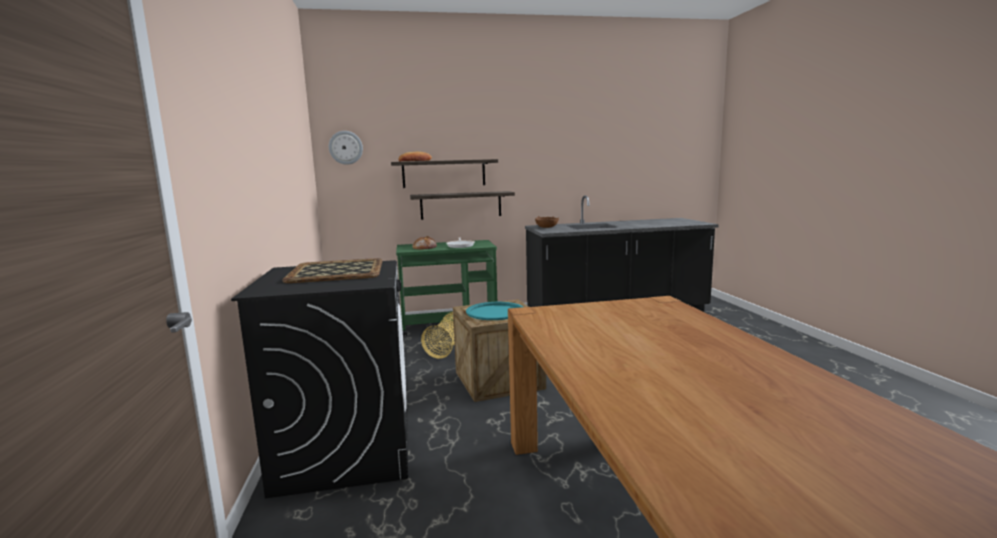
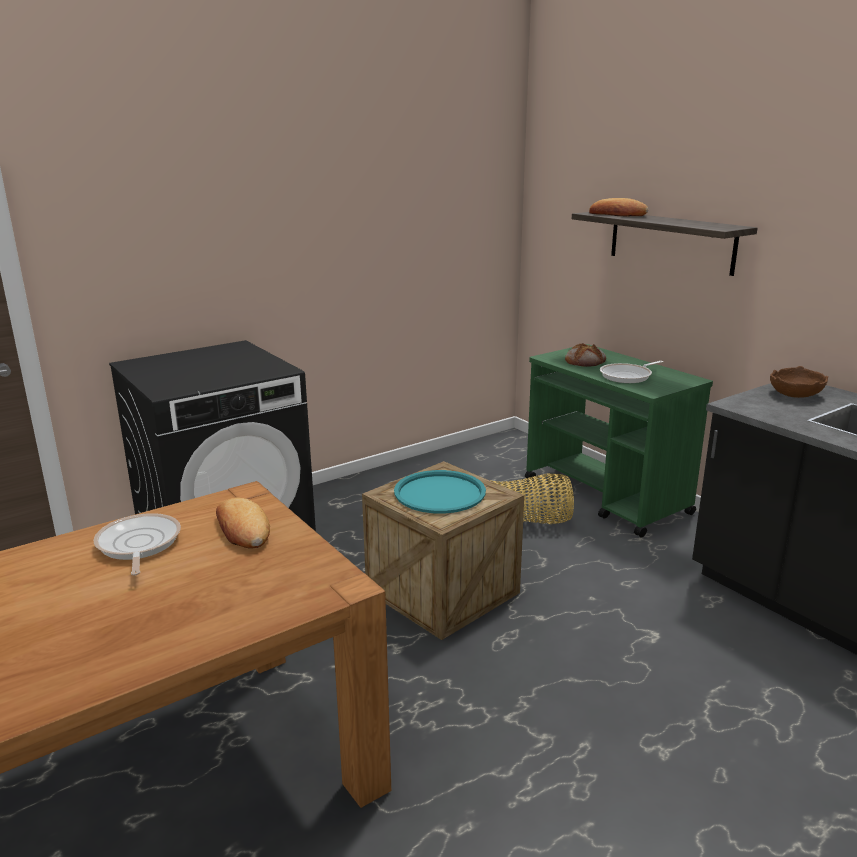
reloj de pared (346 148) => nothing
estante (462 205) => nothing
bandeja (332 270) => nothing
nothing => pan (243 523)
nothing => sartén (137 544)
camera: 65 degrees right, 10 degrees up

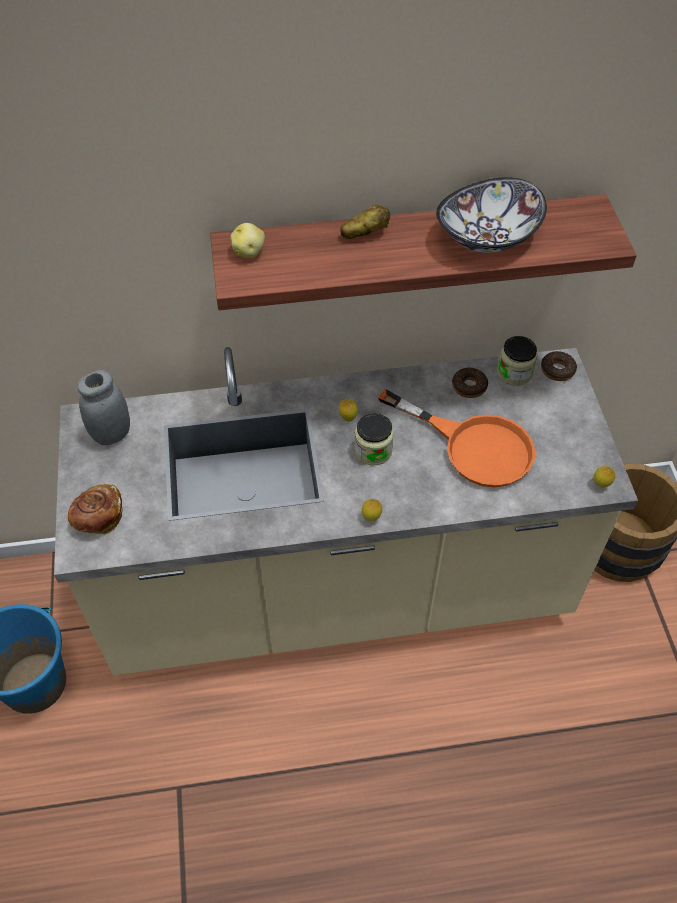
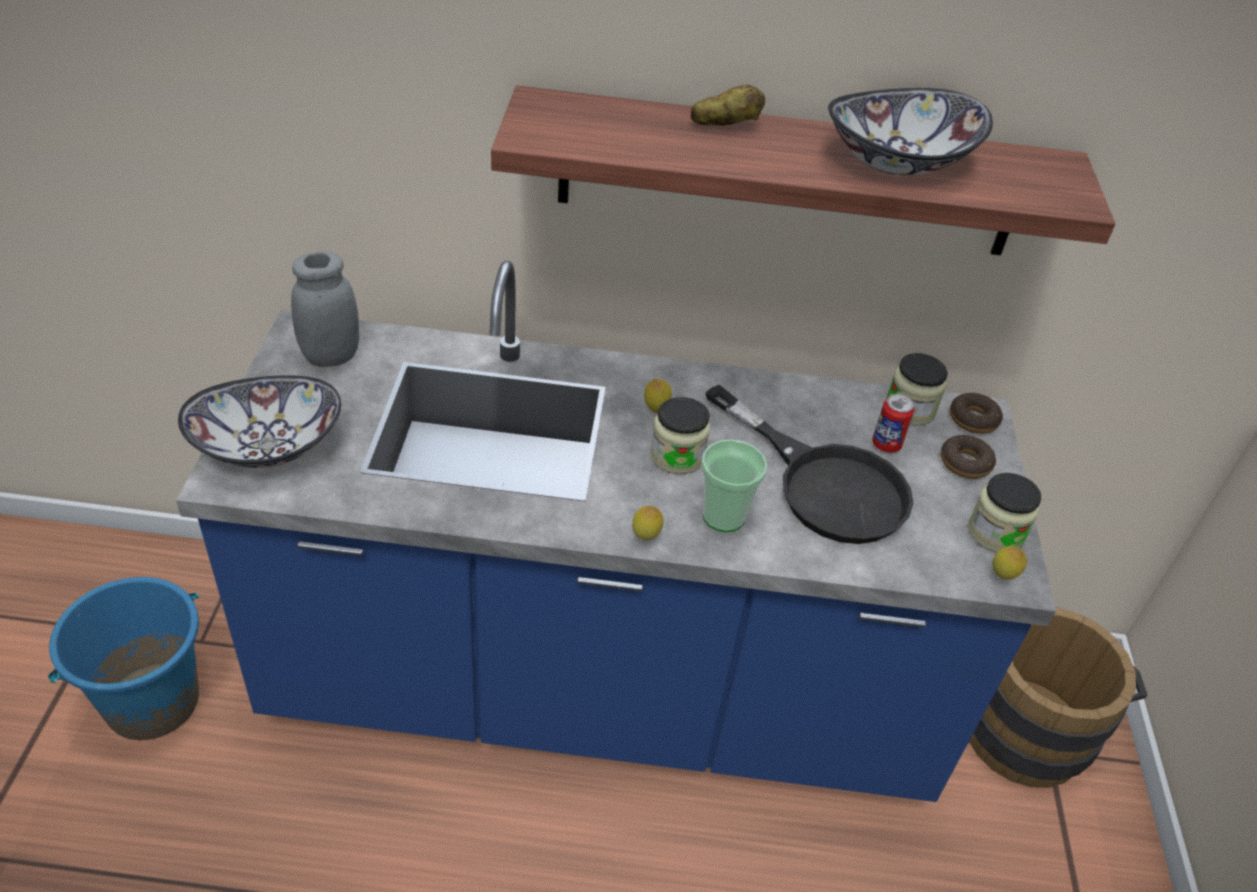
patata (247 240) => nothing
mueble bajo de cocina/beis (346 511) => mueble bajo de cocina/azul (616 531)
rosquilla (470 383) => rosquilla (968 457), moved
sartén/naranja (456 438) => sartén/negro (809 464)
pan (95 509) => cuenco (259 421)
nothing => lata (893 423)
nothing => taza (734 486)
nothing => tarro (1005 512)
camera: 10 degrees right, 10 degrees down

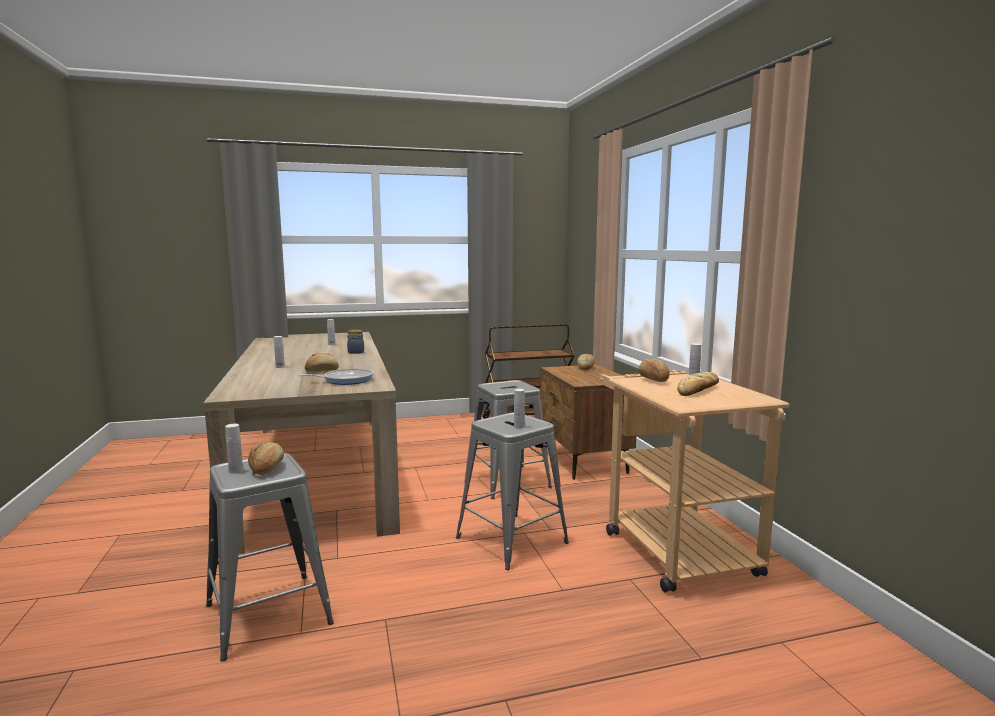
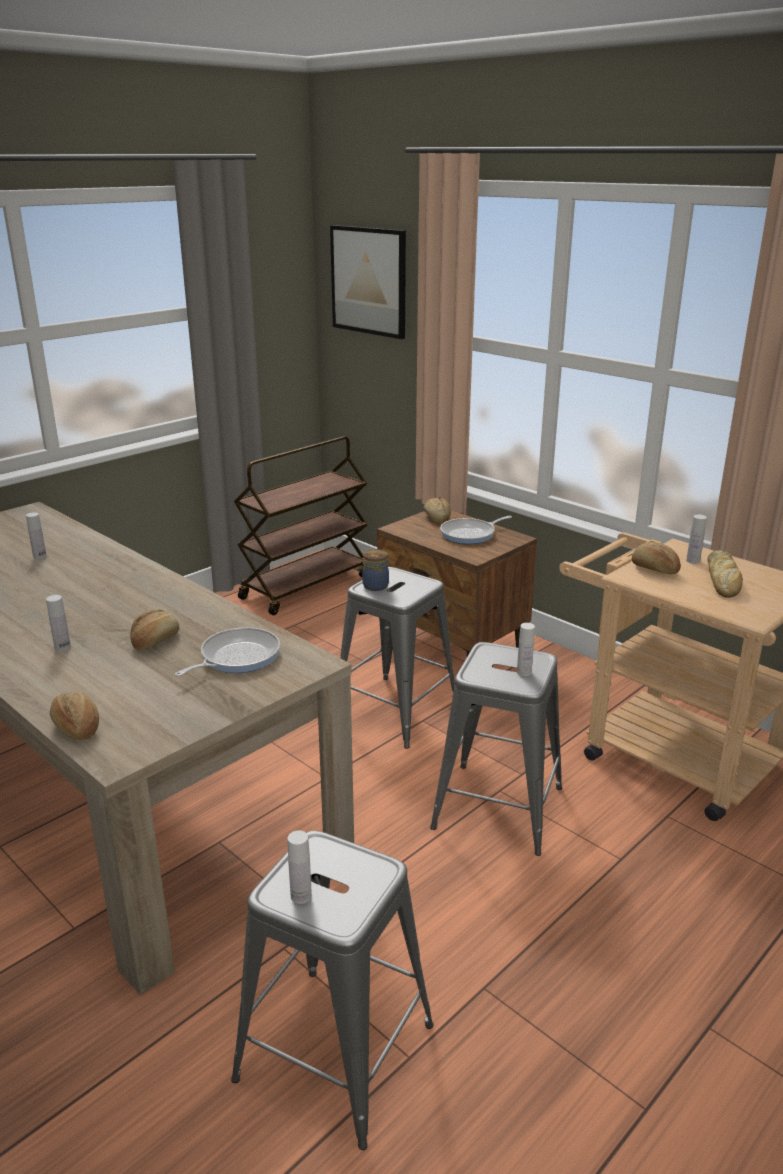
tarro (355 342) => tarro (375 570), moved
pan (266 458) => pan (74 716), moved
nothing => cuadro (368 282)
nothing => sartén (476 530)
camera: 30 degrees left, 15 degrees up

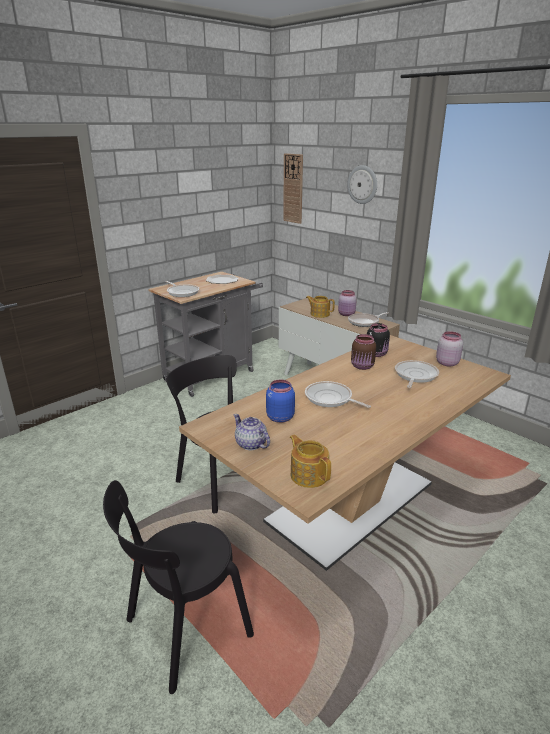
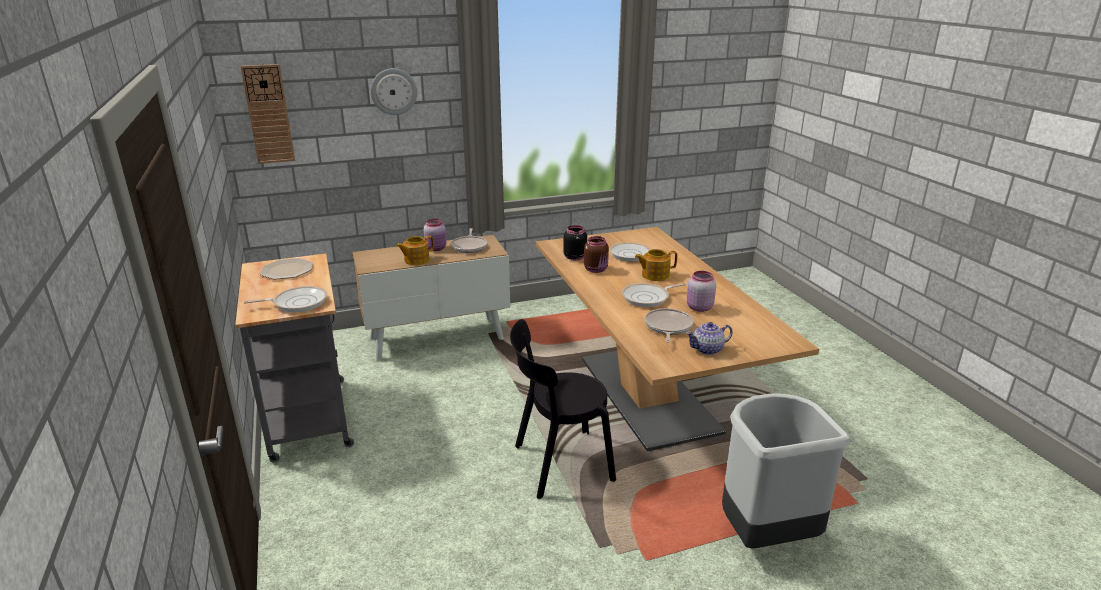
tarro/rosa (449 349) => tarro/rosa (701 291), moved
tarro/azul (280 401) => sartén (669 325)
tetera (310 461) => tetera (656 265), moved
silla/negro (178 587) => papelera/gris (785 470)
camera: 65 degrees left, 0 degrees up

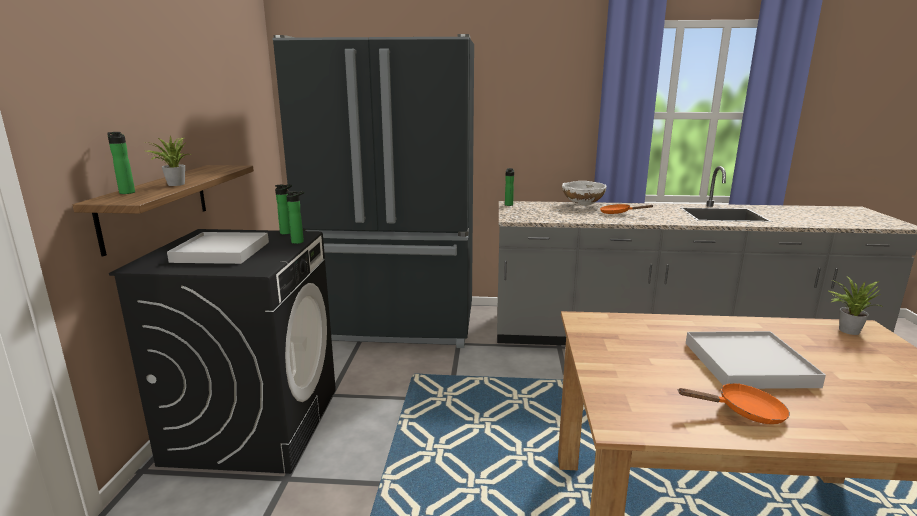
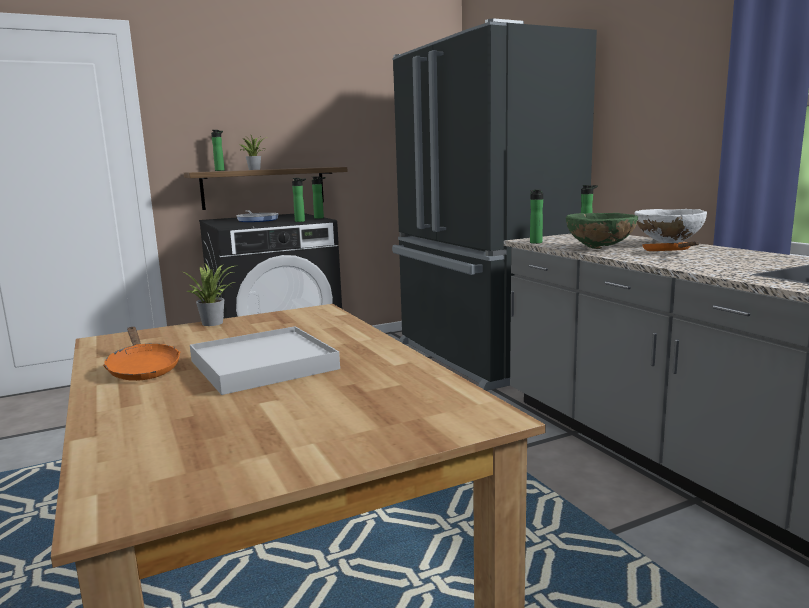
bandeja/blanco (218 248) => sartén (258 216)
planta en maceta (855 306) => planta en maceta (209 294), moved
nothing => botella (536 216)
nothing => cuenco/verde (602 231)
camera: 60 degrees right, 5 degrees down

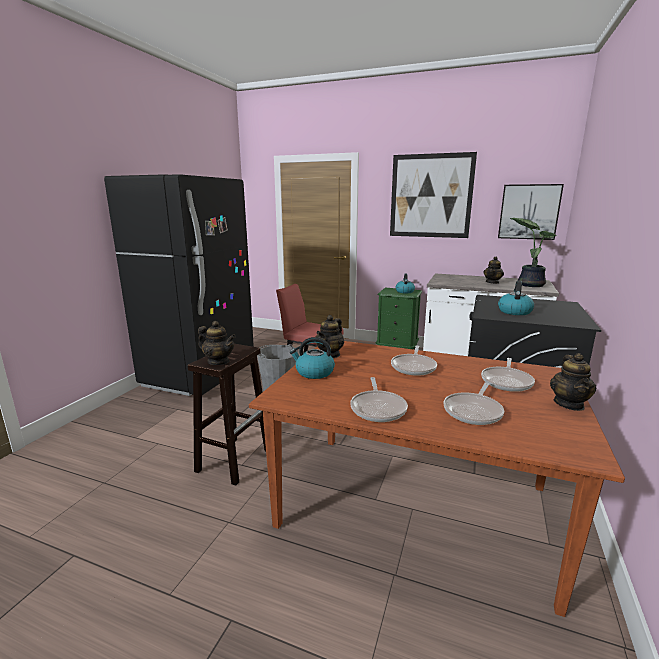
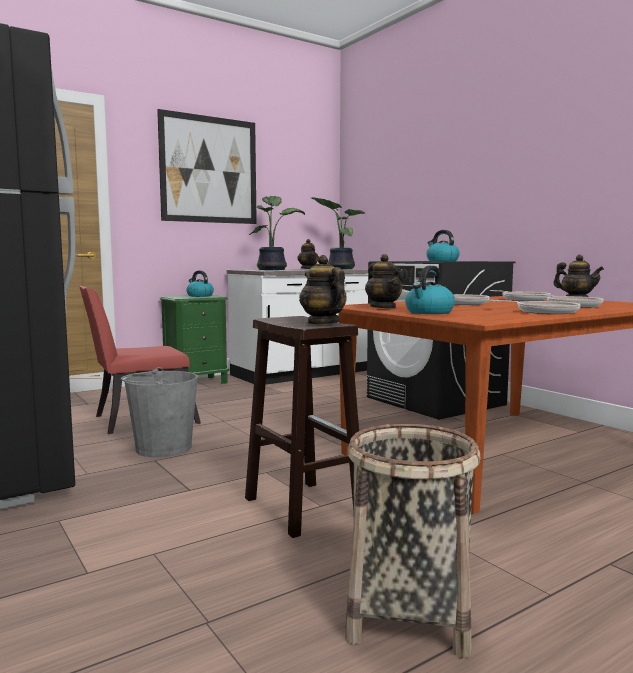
cuadro (531 212) => nothing
tetera (217 343) => tetera (323 290), 90 degrees counterclockwise
nothing => planta en maceta (277 233)
nothing => cesta (412 541)
camera: 55 degrees left, 10 degrees down

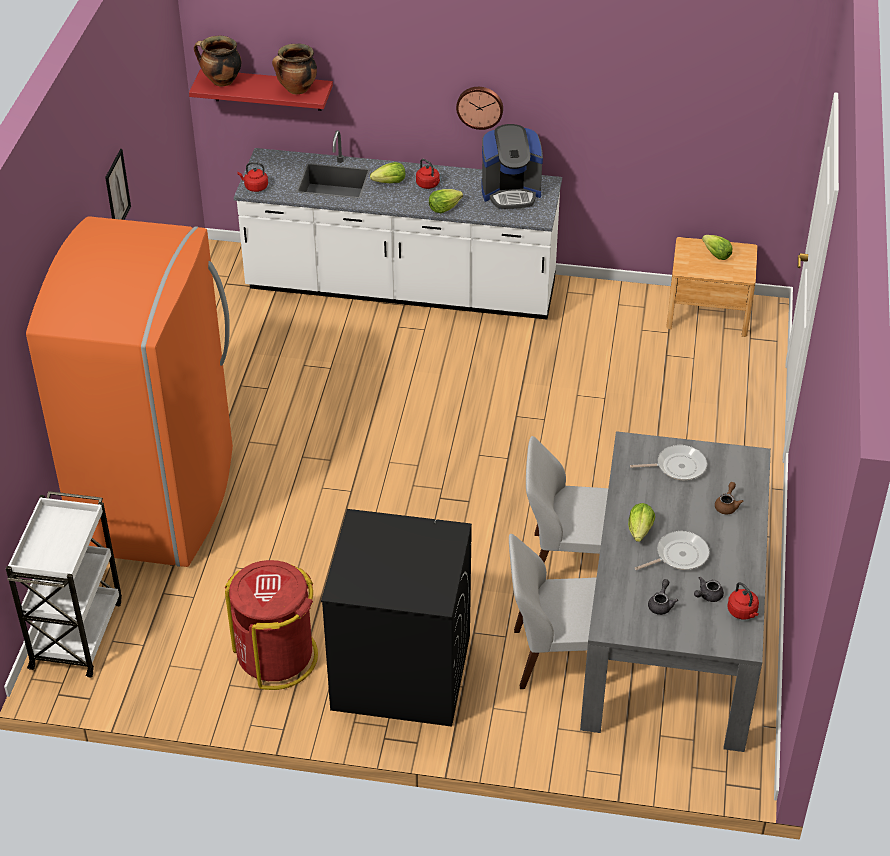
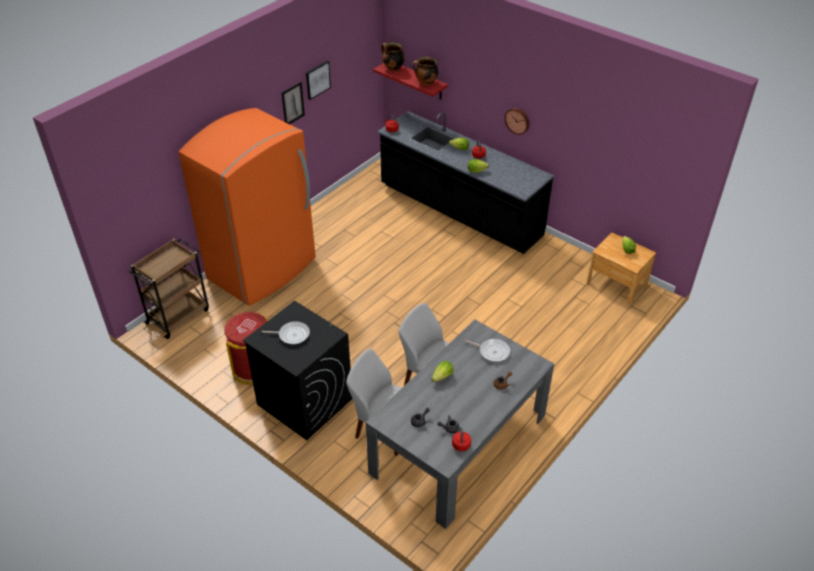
cafetera (512 166) => nothing
mueble bajo de cocina/blanco (398 224) => mueble bajo de cocina/negro (465 182)
carrito/blanco (64 584) => carrito/marrón (168 288)
sartén (672 550) => sartén (286 332), moved
nothing => cuadro (318 80)
camera: 30 degrees right, 0 degrees up

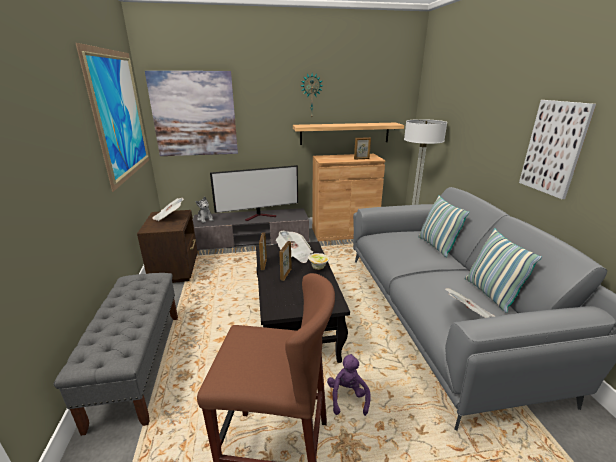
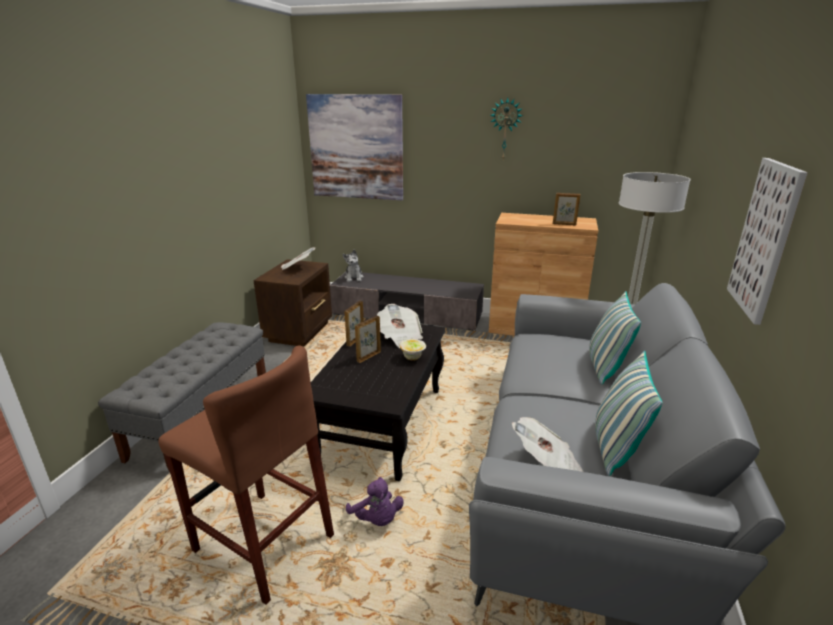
cuadro (112 117) => nothing
estante (348 134) => nothing
televisor (254 193) => nothing
peluche/morado (349 385) => peluche/morado (375 501), 120 degrees clockwise
camera: 25 degrees right, 0 degrees up

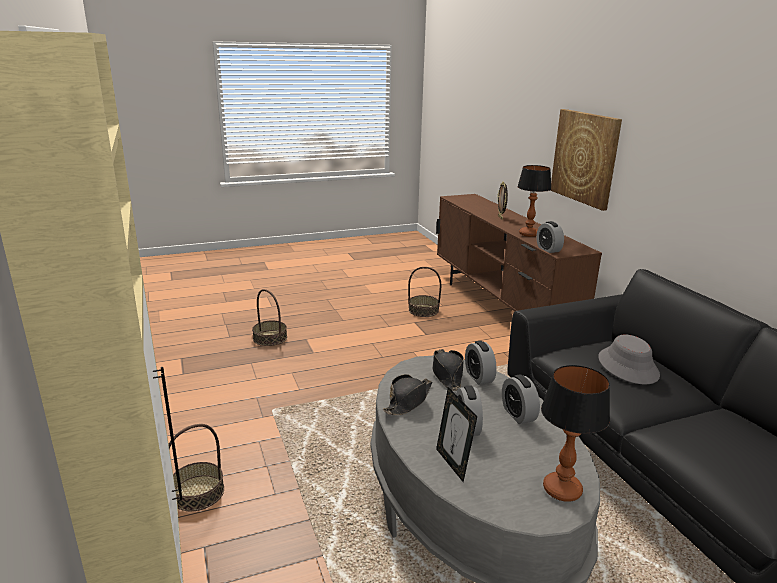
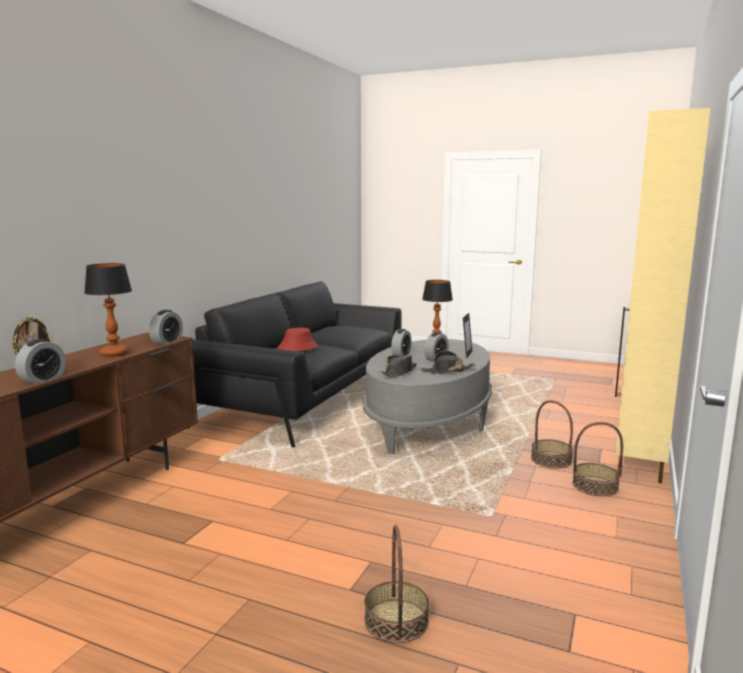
cuadro (586 160) => nothing
cesta (424 292) => cesta (552 434), moved
sombrero/gris (629 359) => sombrero/rojo (297 339)
despertador (481 363) => despertador (40 361), moved
camera: 135 degrees left, 10 degrees down

